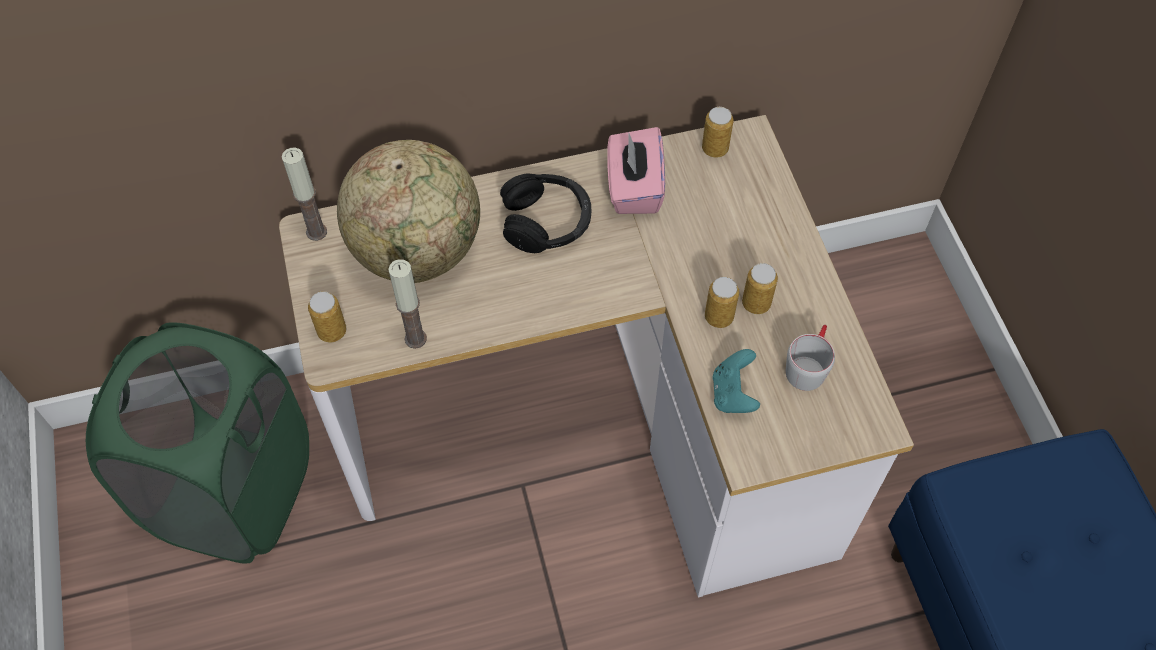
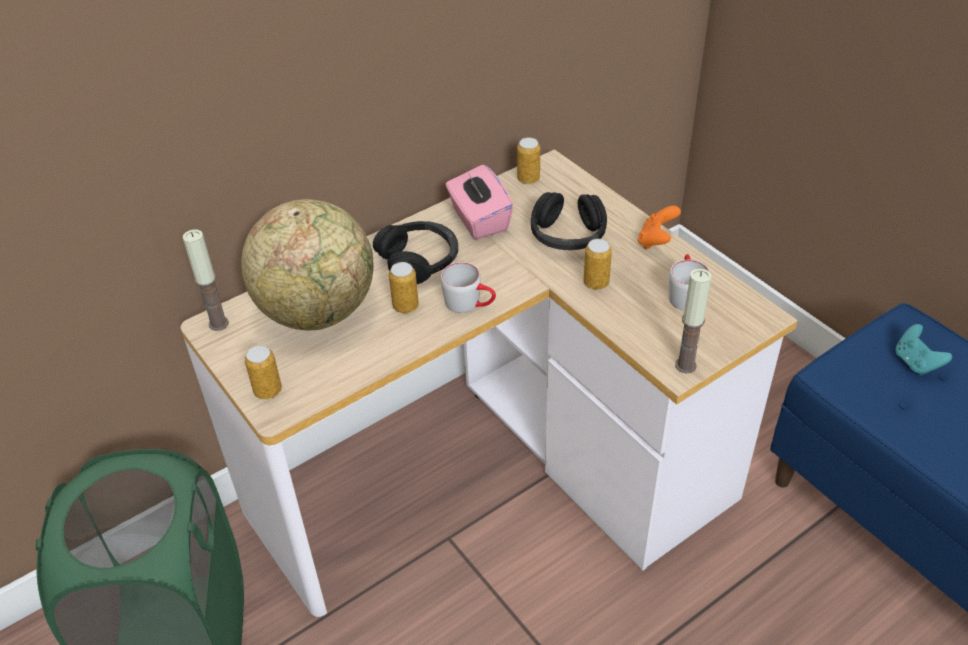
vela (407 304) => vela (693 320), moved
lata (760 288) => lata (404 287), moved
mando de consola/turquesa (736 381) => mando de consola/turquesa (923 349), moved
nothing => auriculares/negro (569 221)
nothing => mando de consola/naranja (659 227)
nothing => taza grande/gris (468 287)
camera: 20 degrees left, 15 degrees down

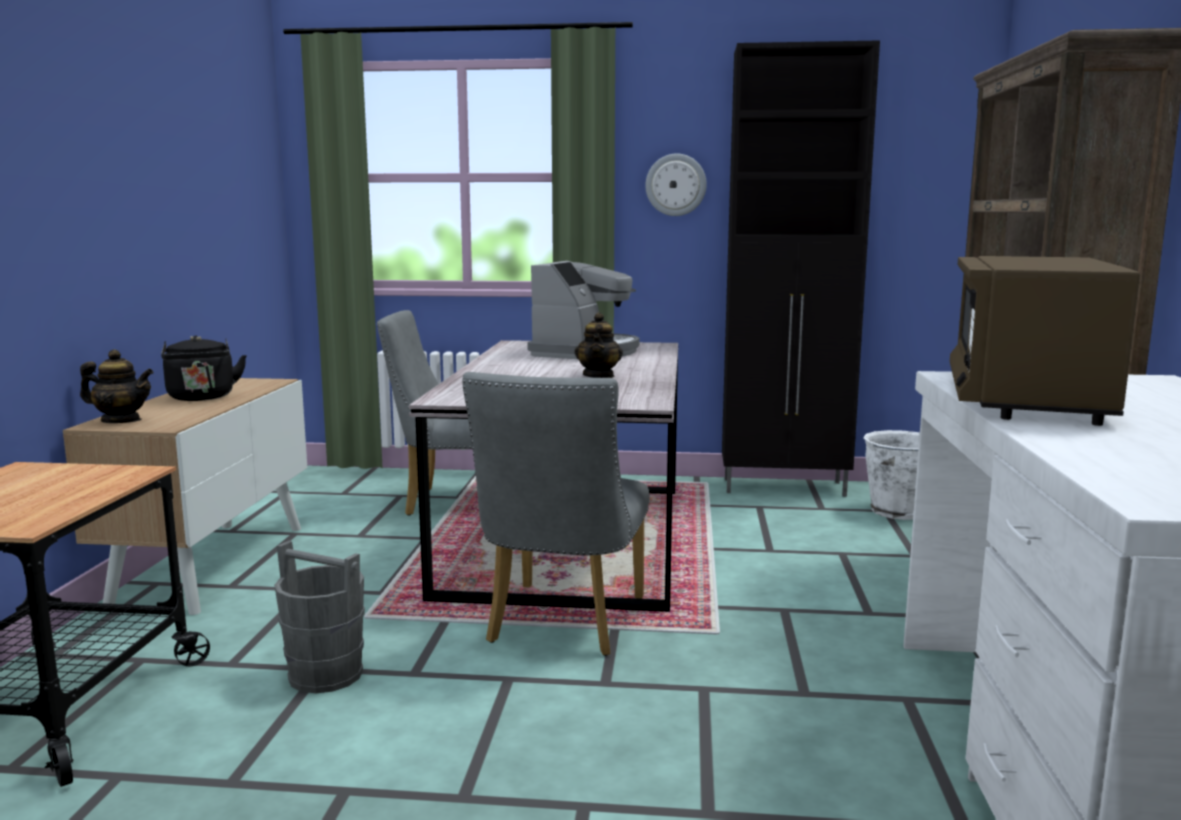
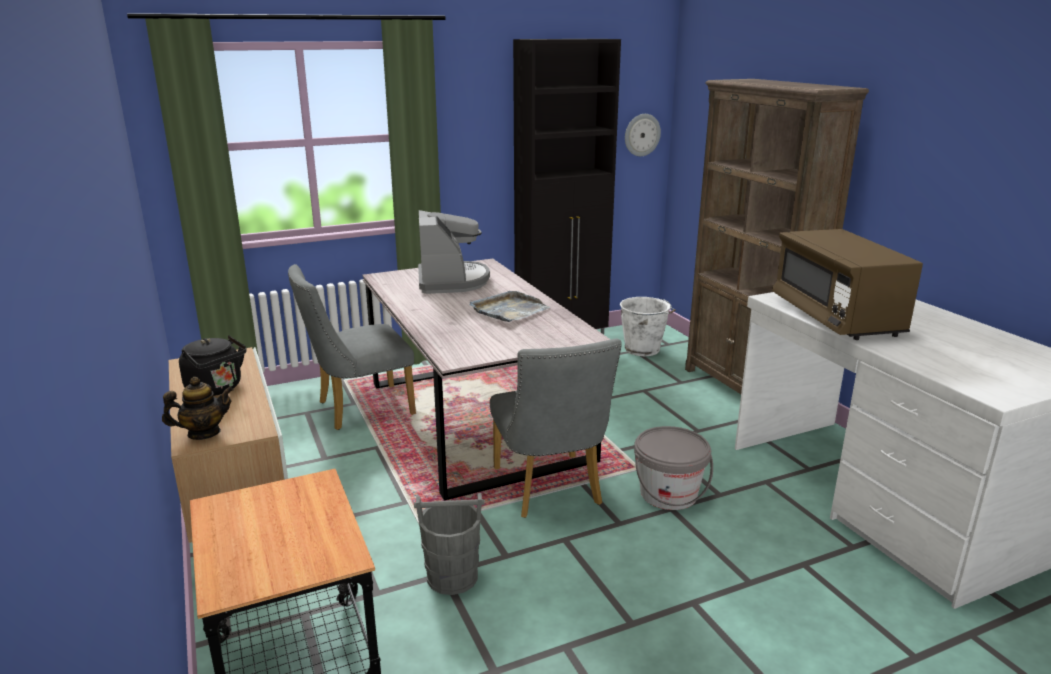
reloj de pared (676 184) => reloj de pared (643 135), moved
tetera (599 345) => bandeja/gris (510 306)
nothing => cubo/gris (673 468)
camera: 30 degrees left, 10 degrees up

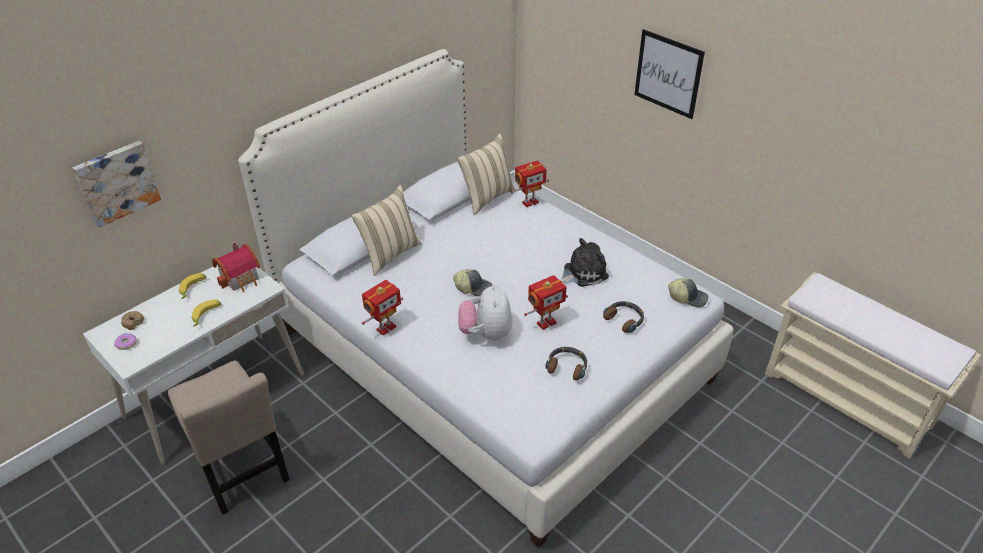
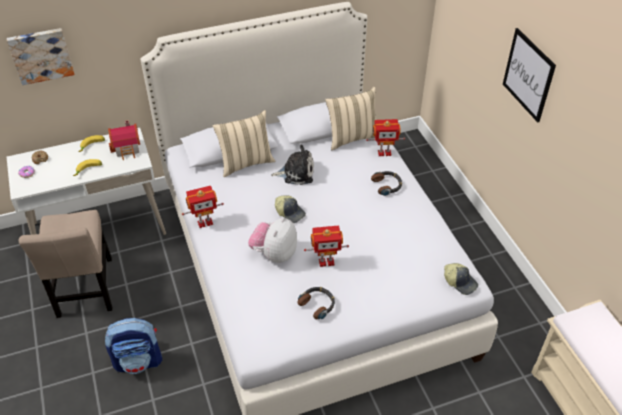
peluche (585 262) => peluche (292 165), moved
auriculares (623 317) => auriculares (386 183), moved
nothing => mochila (133 346)
camera: 25 degrees right, 5 degrees up

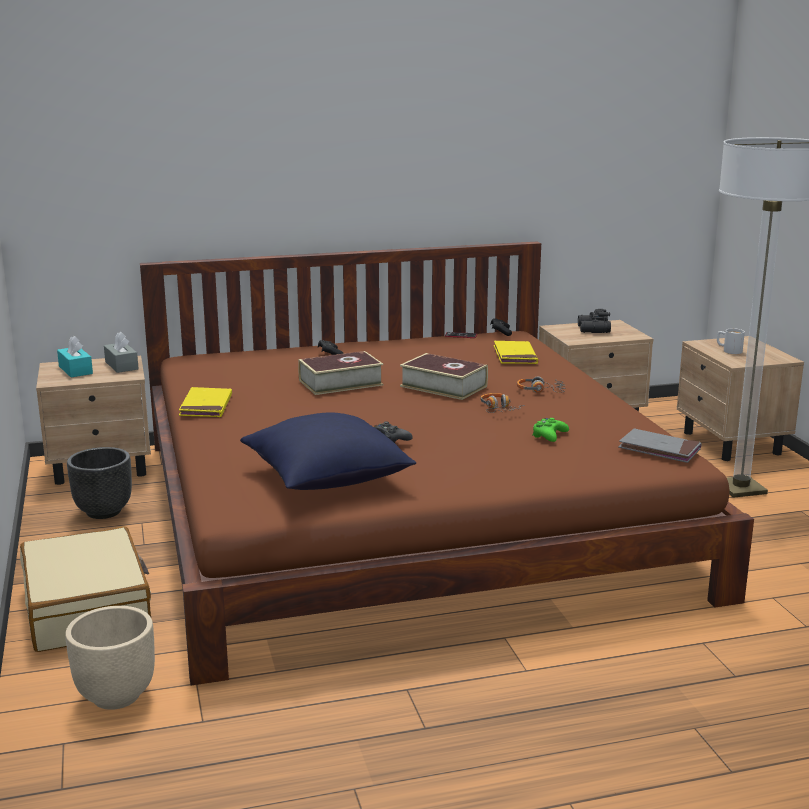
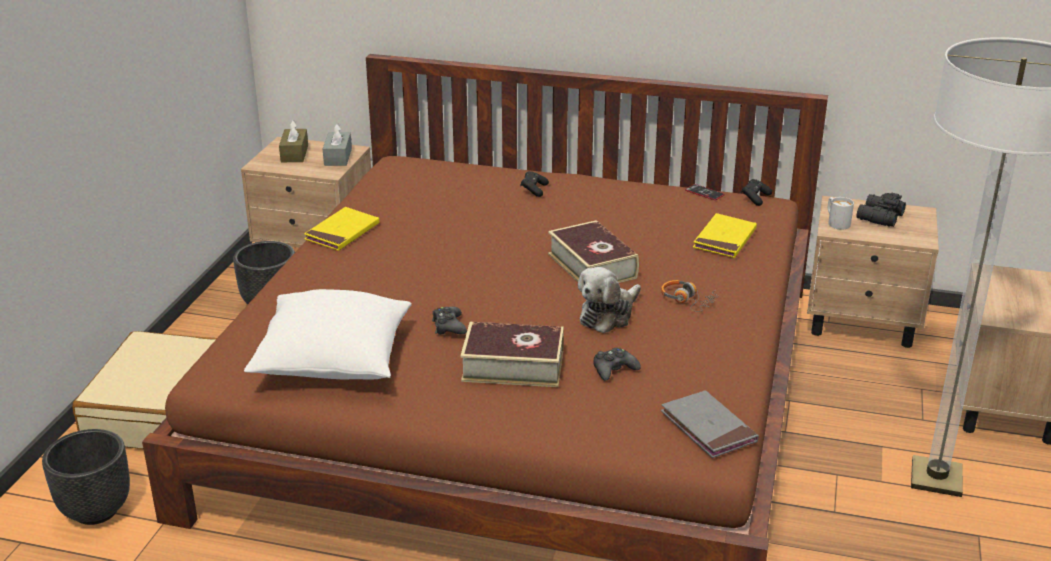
taza grande/blanco (731 341) => taza grande/blanco (841 213), moved
caja de pañuelos/turquesa (75 356) => caja de pañuelos/marrón (293 141)
libro (340 373) => libro (512 354), moved
auriculares (502 403) => peluche (609 300)
cojín/azul (328 451) => cojín/blanco (328 334)
mando de consola/verde (550 430) => mando de consola/negro (617 364)
maceta/beis (110 658) => maceta/negro (86 477)
camera: 30 degrees right, 10 degrees up

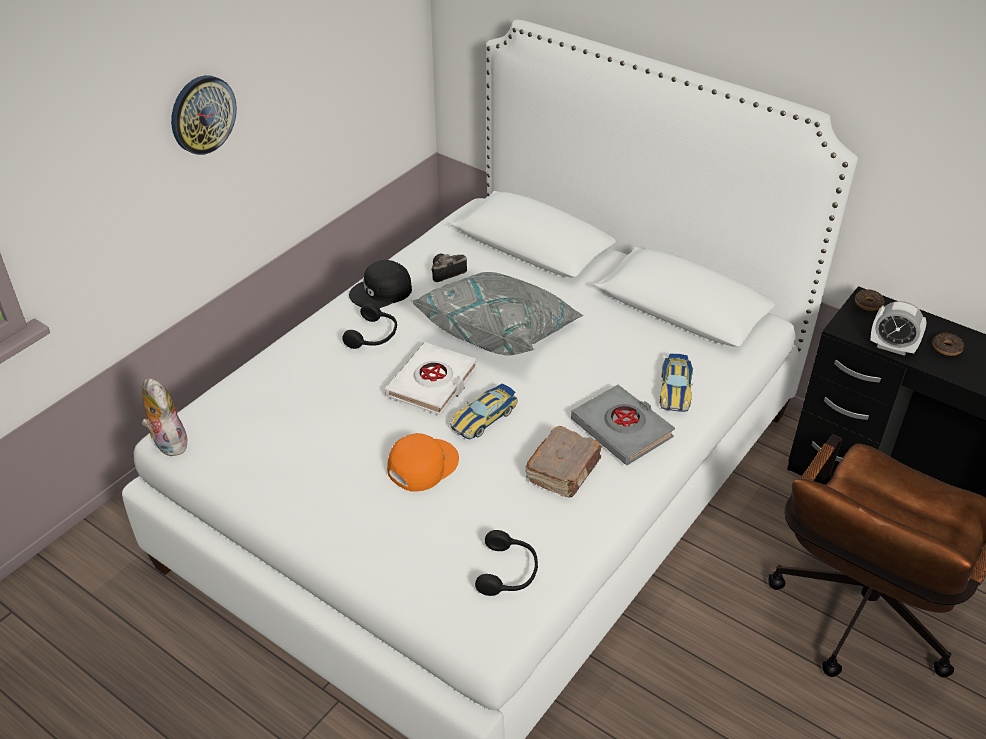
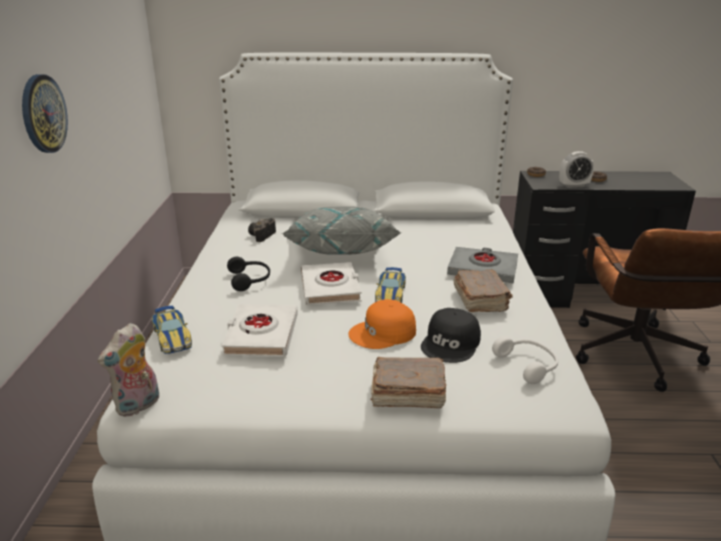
gorra/negro (380 284) => gorra/negro (451 335), moved
coche de juguete (676 383) => coche de juguete (172 329), moved
peluche (164 417) => peluche (128 370), 75 degrees counterclockwise
gorra/naranja (423 462) => gorra/naranja (382 324), 120 degrees counterclockwise
auriculares/negro (506 563) => auriculares/blanco (525 360)
nothing => libro/blanco (260 330)
nothing => libro/marrón (408 382)
camera: 35 degrees left, 15 degrees down

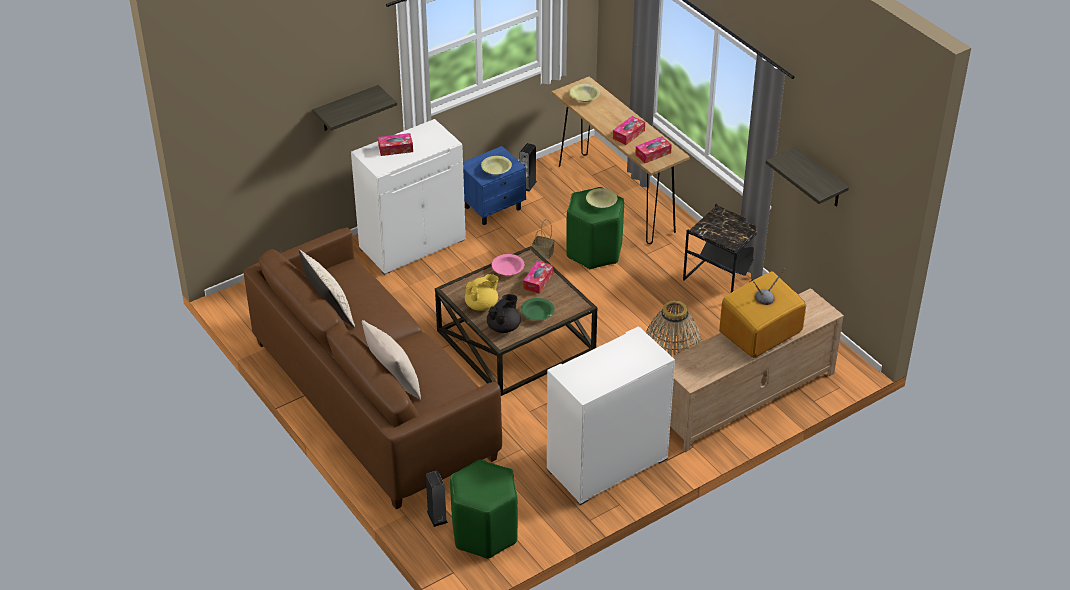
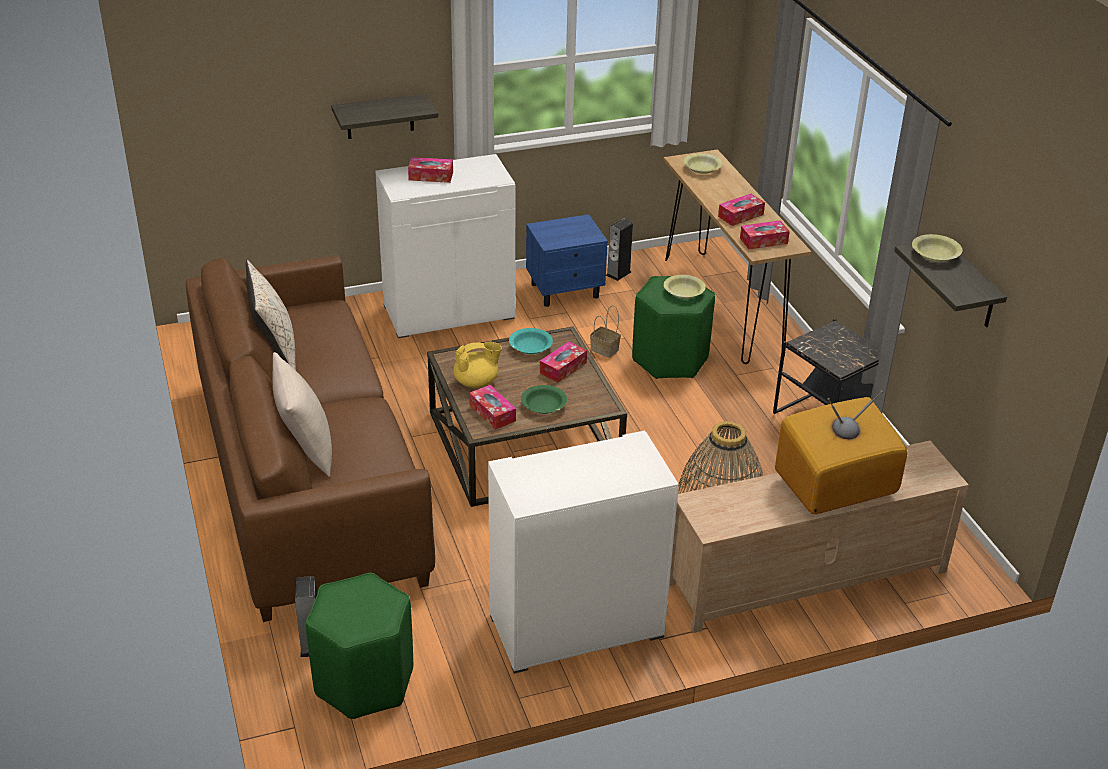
cuenco/amarillo (496 165) => cuenco/amarillo (937 248), moved
cuenco/rosa (508 264) => cuenco/turquesa (531 341)
tetera/negro (504 313) => caja de pañuelos (492 407)
camera: 15 degrees right, 5 degrees down

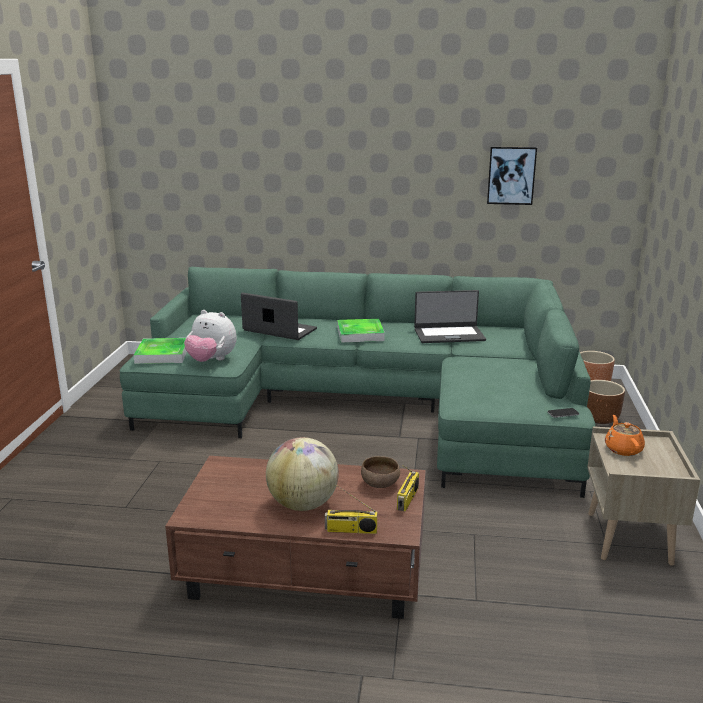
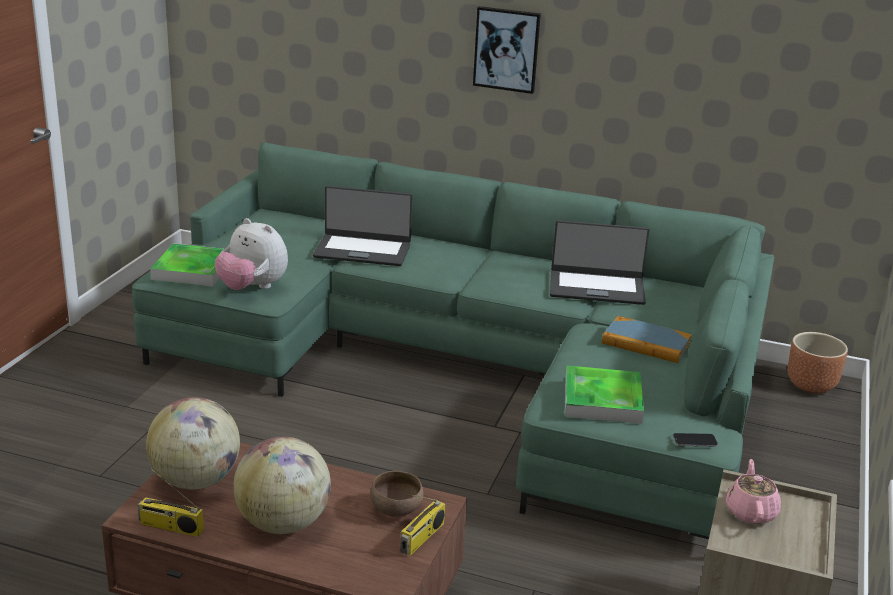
cuadro (512 175) => cuadro (507 50), moved
portátil (279 316) => portátil (363 226), 150 degrees clockwise
bandeja (361 330) => bandeja (604 394), moved
maceta/marrón (606 402) => nothing
tetera/naranja (625 435) => tetera/rosa (753 491)
radio (351 509) => radio (171 503), moved
nothing => libro (647 339)
nothing => globo terráqueo (193 443)
camera: 10 degrees right, 5 degrees up

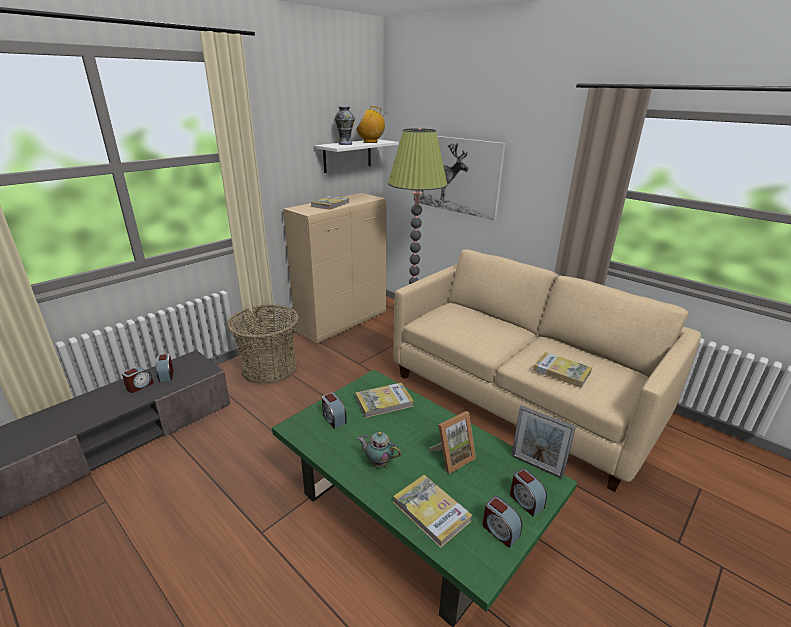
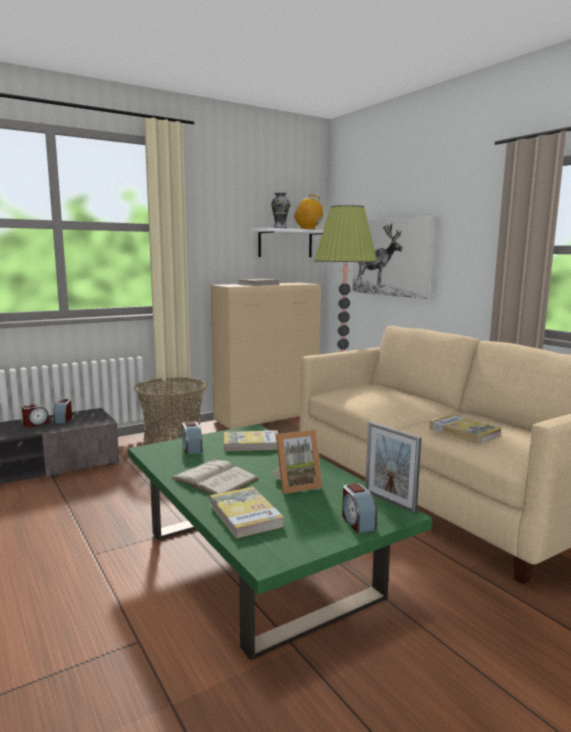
tetera (379 449) => libro/blanco (215 476)
despertador (502 522) => nothing
camera: 15 degrees right, 15 degrees down

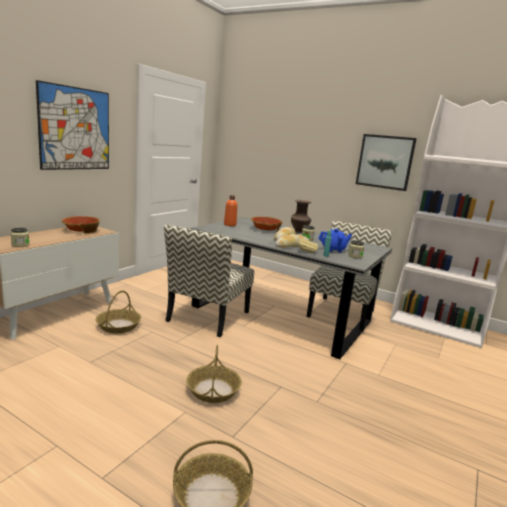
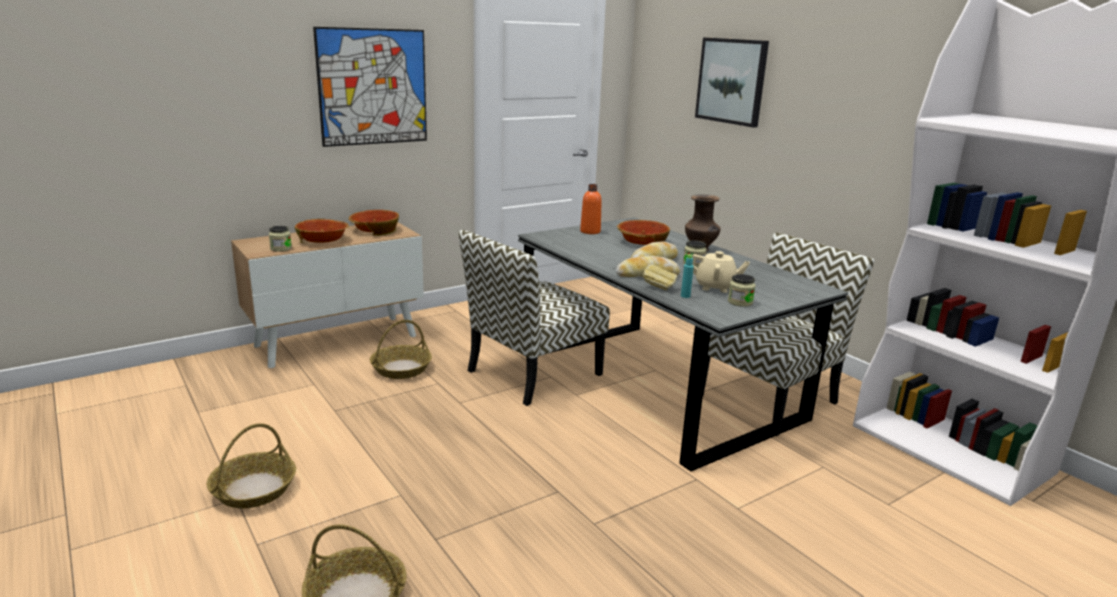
cuadro (386 162) => cuadro (732 82), moved
tetera/azul (335 240) => tetera/beis (721 272)
cesta (214 374) => cesta (251 465), moved
nothing => cuenco (322 231)
camera: 25 degrees right, 5 degrees up

